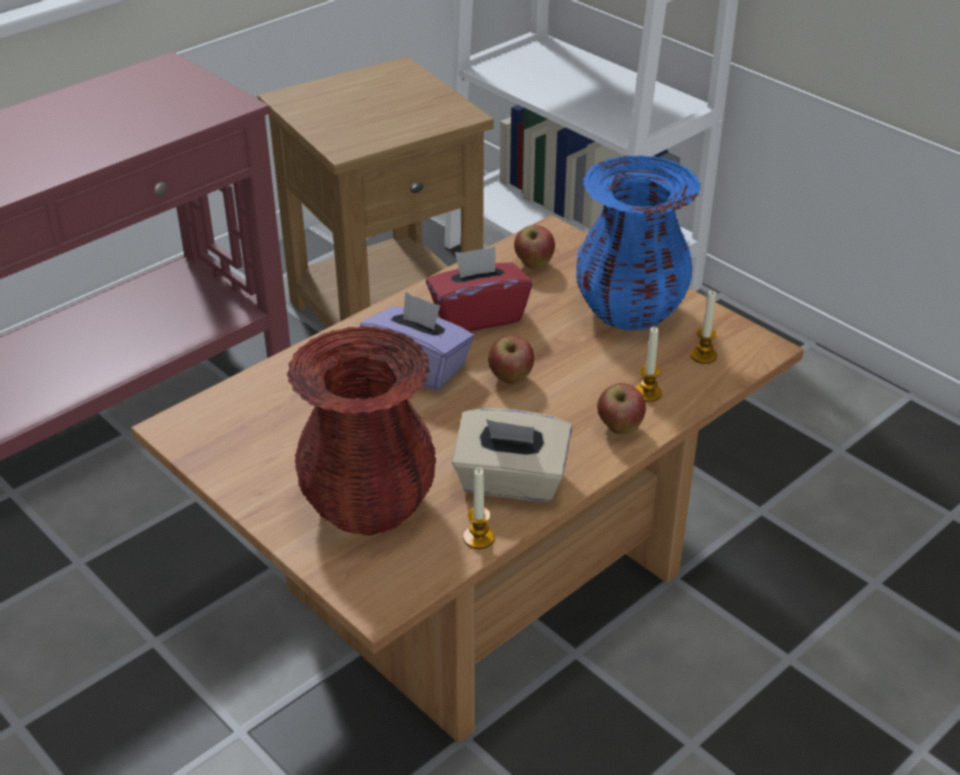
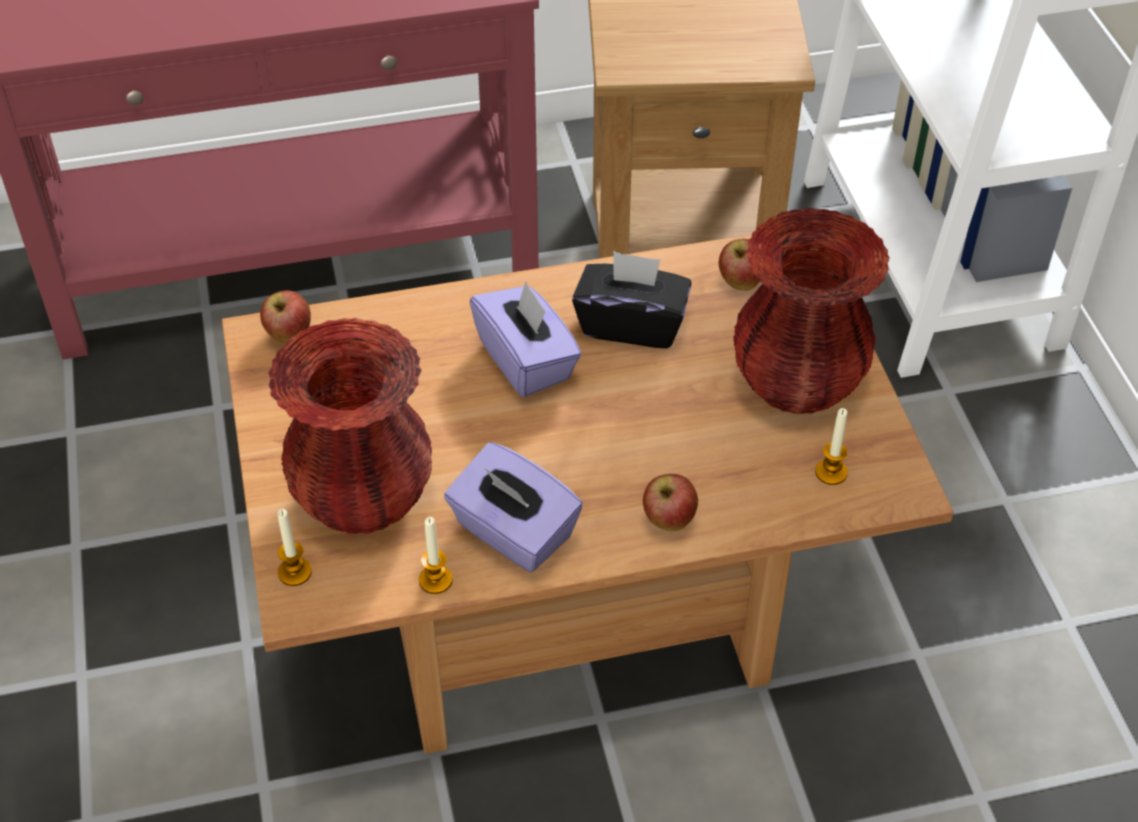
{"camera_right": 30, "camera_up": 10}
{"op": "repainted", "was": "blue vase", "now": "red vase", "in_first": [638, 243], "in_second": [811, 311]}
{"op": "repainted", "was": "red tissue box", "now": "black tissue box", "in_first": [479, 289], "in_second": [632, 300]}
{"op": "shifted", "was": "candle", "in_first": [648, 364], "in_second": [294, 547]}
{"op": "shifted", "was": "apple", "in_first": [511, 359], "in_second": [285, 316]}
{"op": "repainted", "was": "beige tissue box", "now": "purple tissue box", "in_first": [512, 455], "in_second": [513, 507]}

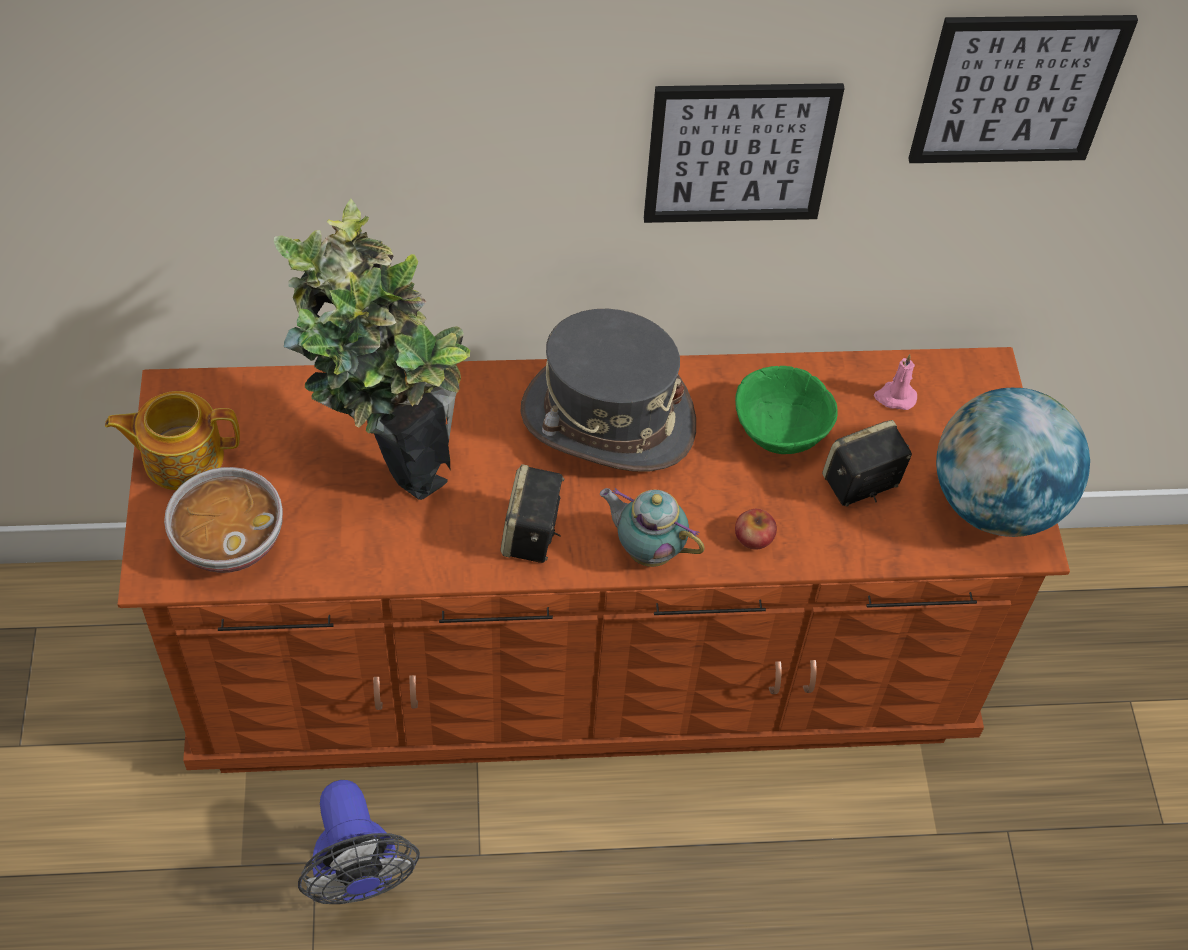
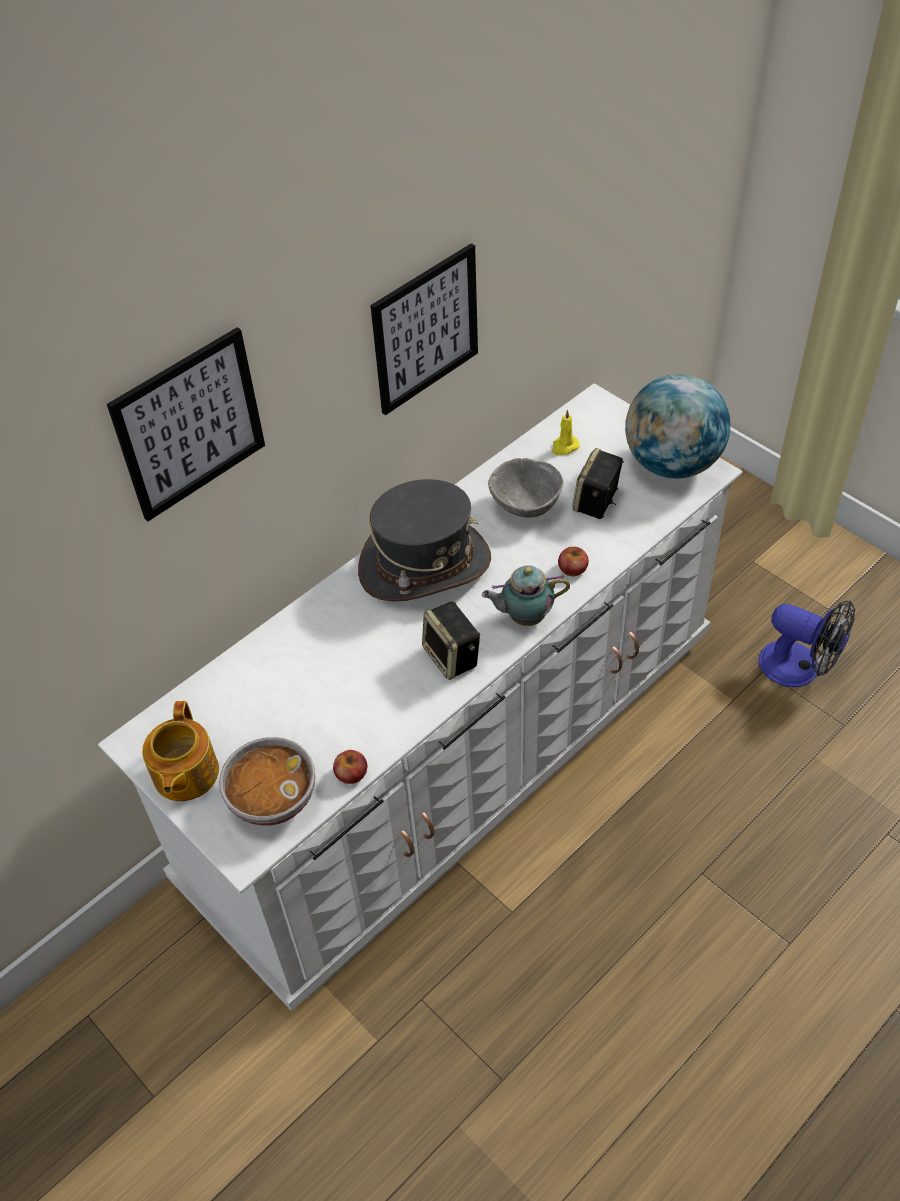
{"camera_right": -35, "camera_up": -5}
{"op": "shifted", "was": "picture", "in_first": [1023, 89], "in_second": [186, 424]}
{"op": "gone", "was": "potted plant", "in_first": [372, 349]}
{"op": "repainted", "was": "brown dresser", "now": "white dresser", "in_first": [594, 560], "in_second": [420, 697]}
{"op": "repainted", "was": "pink candle", "now": "yellow candle", "in_first": [895, 382], "in_second": [566, 432]}
{"op": "repainted", "was": "green bowl", "now": "grey bowl", "in_first": [786, 410], "in_second": [525, 488]}
{"op": "rotated", "was": "teapot", "in_first": [172, 440], "in_second": [180, 751], "clockwise": -45}
{"op": "shifted", "was": "fan", "in_first": [359, 842], "in_second": [807, 644]}
{"op": "new", "now": "apple", "in_second": [350, 767]}

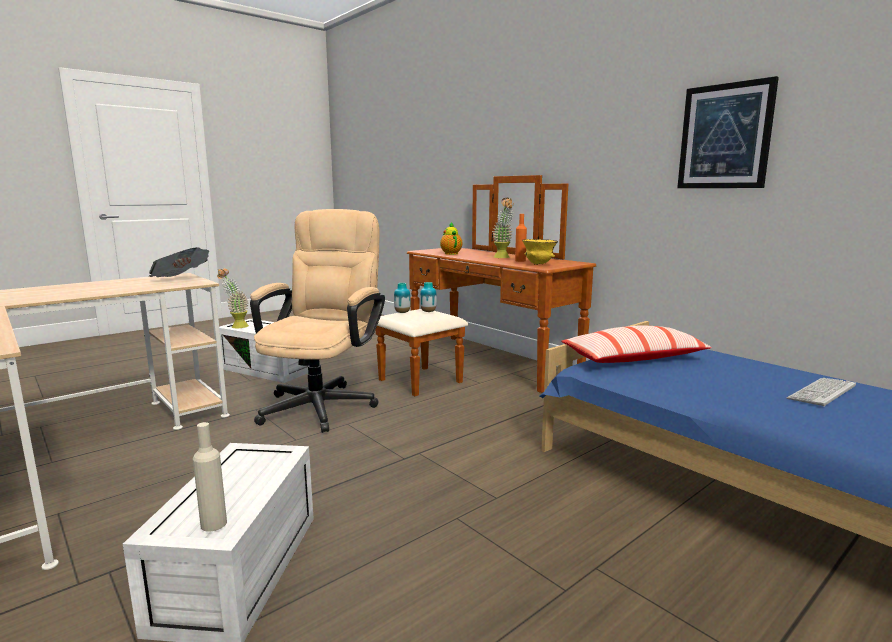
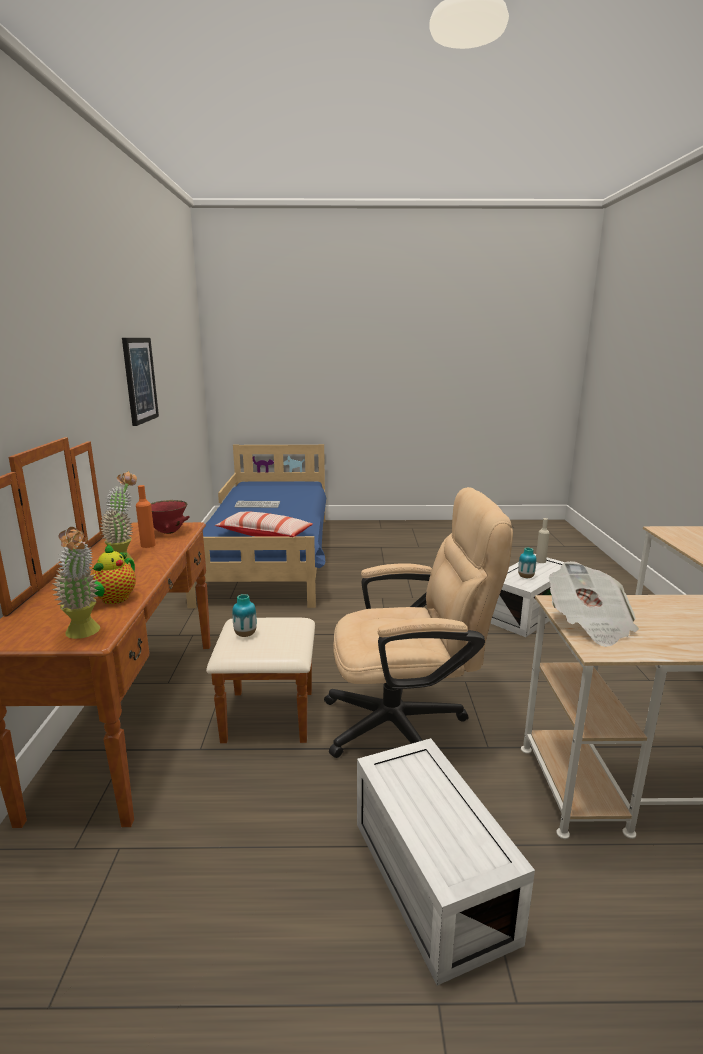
{"camera_right": -140, "camera_up": 5}
{"op": "rotated", "was": "beige office chair", "in_first": [317, 321], "in_second": [418, 622], "clockwise": -150}
{"op": "repainted", "was": "yellow bowl", "now": "red bowl", "in_first": [540, 252], "in_second": [170, 517]}
{"op": "shifted", "was": "potted plant", "in_first": [233, 298], "in_second": [75, 583]}
{"op": "shifted", "was": "vase", "in_first": [402, 298], "in_second": [527, 563]}

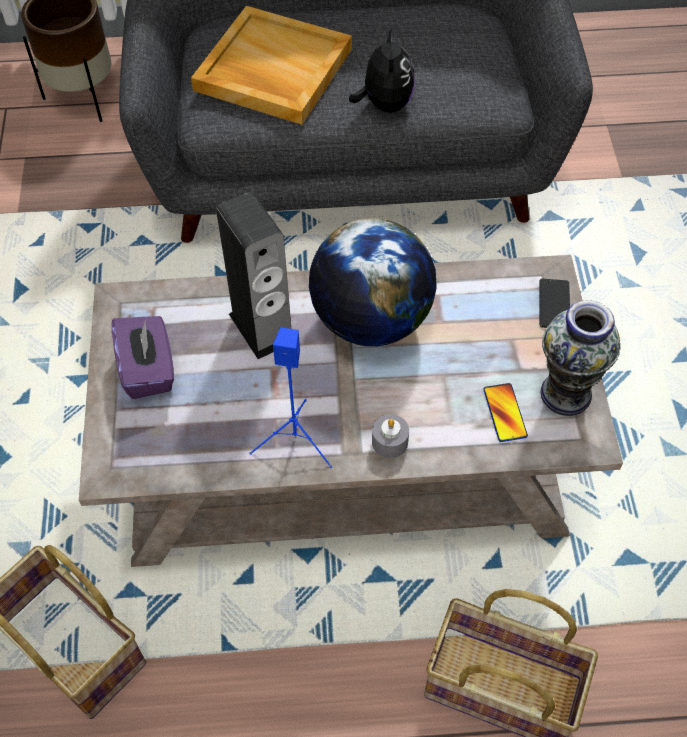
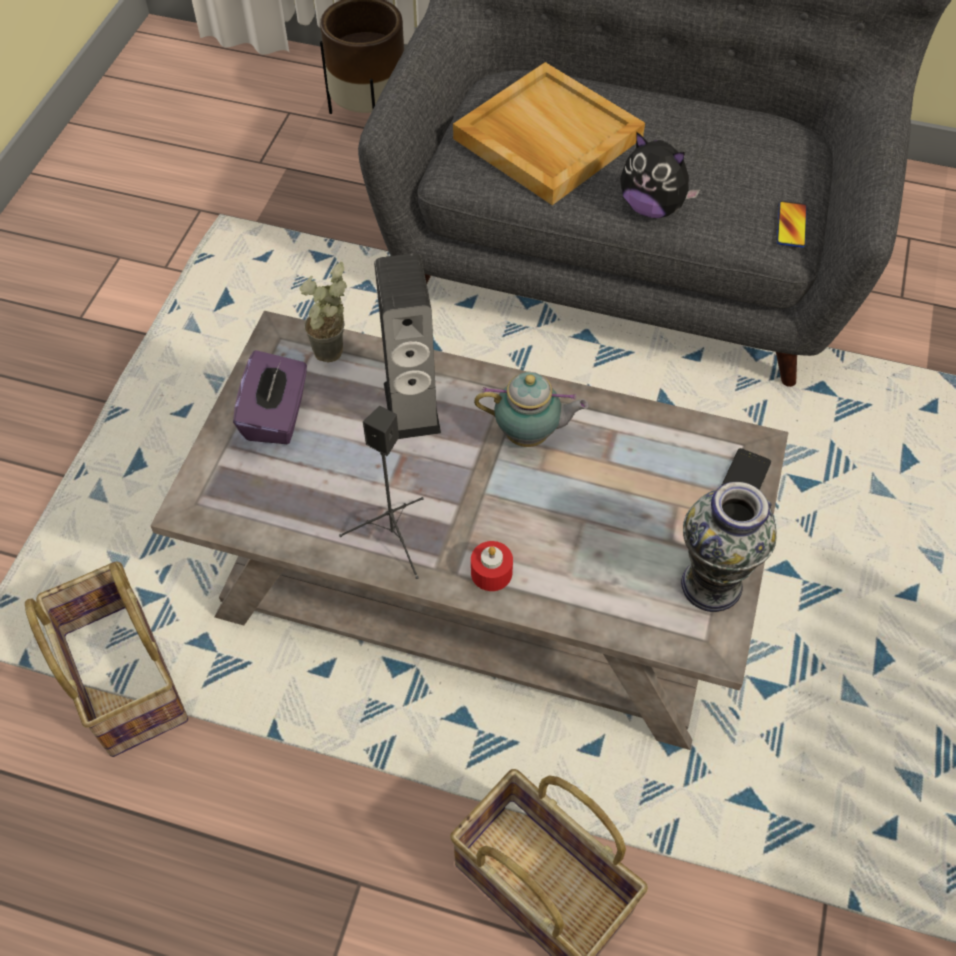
{"camera_right": 20, "camera_up": 0}
{"op": "rotated", "was": "plush toy", "in_first": [382, 70], "in_second": [660, 175], "clockwise": 105}
{"op": "swapped", "was": "globe", "now": "teapot", "in_first": [373, 282], "in_second": [531, 409]}
{"op": "repainted", "was": "blue speaker", "now": "black speaker", "in_first": [290, 397], "in_second": [381, 492]}
{"op": "shifted", "was": "phone", "in_first": [505, 412], "in_second": [792, 224]}
{"op": "repainted", "was": "grey candle", "now": "red candle", "in_first": [390, 436], "in_second": [492, 566]}
{"op": "new", "now": "potted plant", "in_second": [323, 312]}

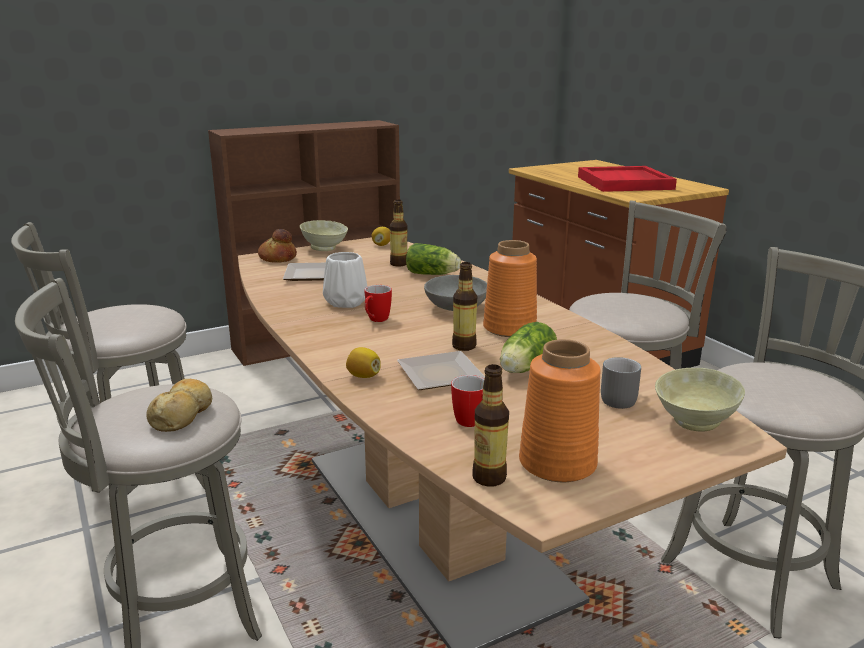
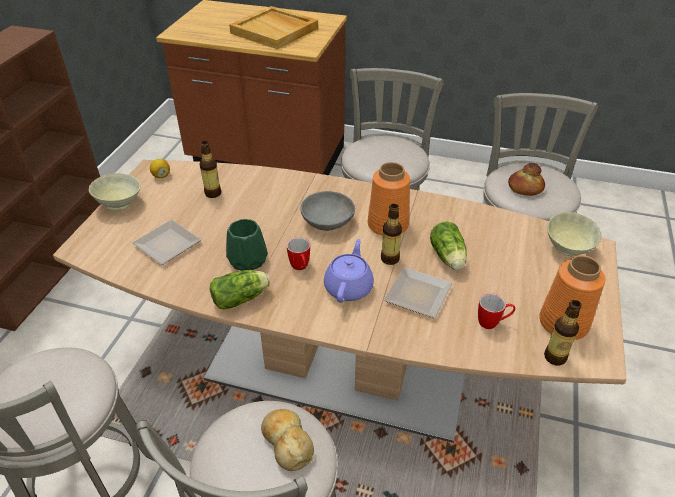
{"camera_right": -45, "camera_up": 20}
{"op": "repainted", "was": "red tray", "now": "beige tray", "in_first": [627, 179], "in_second": [273, 27]}
{"op": "shifted", "was": "bread", "in_first": [277, 246], "in_second": [526, 179]}
{"op": "shifted", "was": "lettuce", "in_first": [433, 259], "in_second": [240, 289]}
{"op": "repainted", "was": "white vase", "now": "green vase", "in_first": [345, 280], "in_second": [247, 245]}
{"op": "gone", "was": "lemon", "in_first": [363, 362]}
{"op": "gone", "was": "grey mug", "in_first": [621, 383]}
{"op": "new", "now": "purple teapot", "in_second": [349, 271]}

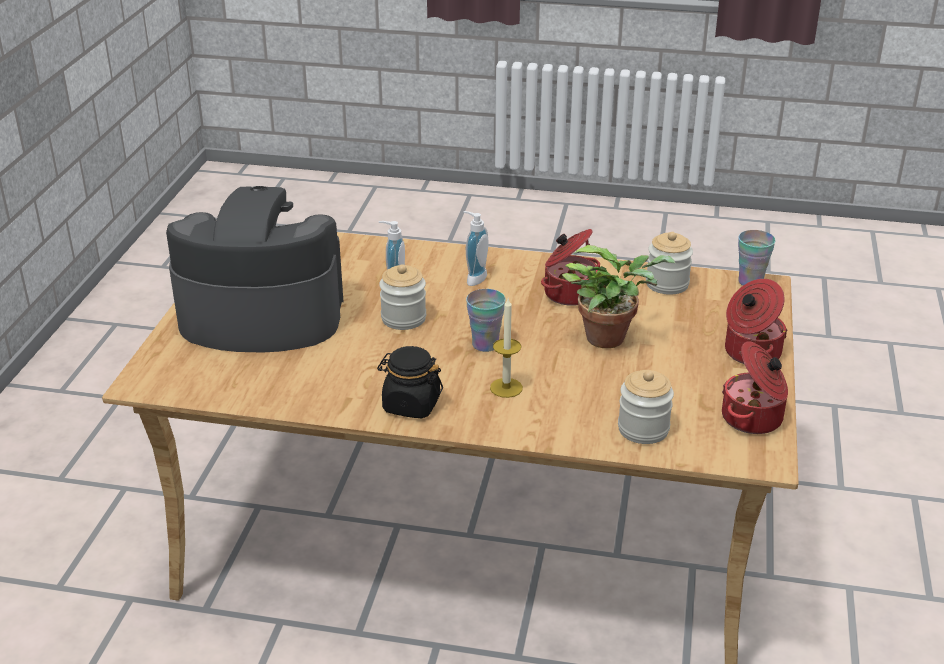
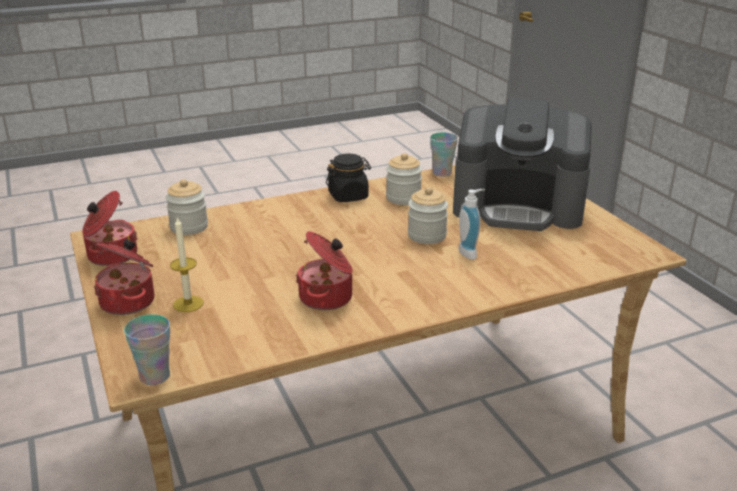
{"camera_right": 145, "camera_up": -5}
{"op": "rotated", "was": "coffee machine", "in_first": [254, 269], "in_second": [522, 164], "clockwise": 45}
{"op": "gone", "was": "soap dispenser", "in_first": [476, 248]}
{"op": "shifted", "was": "jar", "in_first": [669, 263], "in_second": [404, 179]}
{"op": "gone", "was": "potted plant", "in_first": [618, 296]}
{"op": "shifted", "was": "cup", "in_first": [486, 320], "in_second": [444, 154]}
{"op": "shifted", "was": "candle", "in_first": [506, 348], "in_second": [187, 264]}

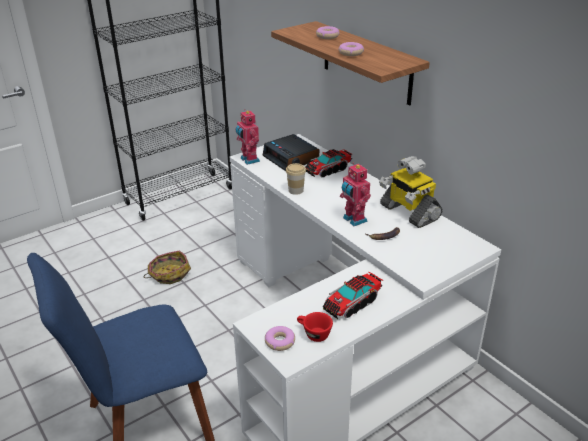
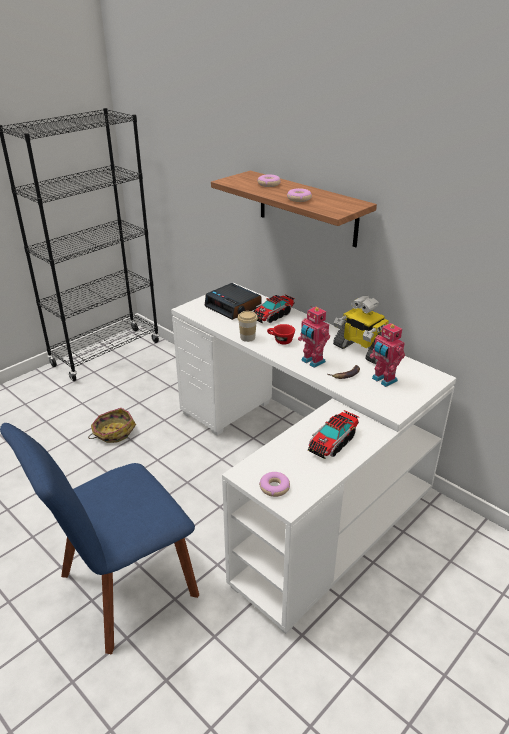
{"camera_right": -10, "camera_up": 0}
{"op": "shifted", "was": "toy robot", "in_first": [248, 137], "in_second": [387, 354]}
{"op": "shifted", "was": "red cup", "in_first": [315, 327], "in_second": [281, 334]}

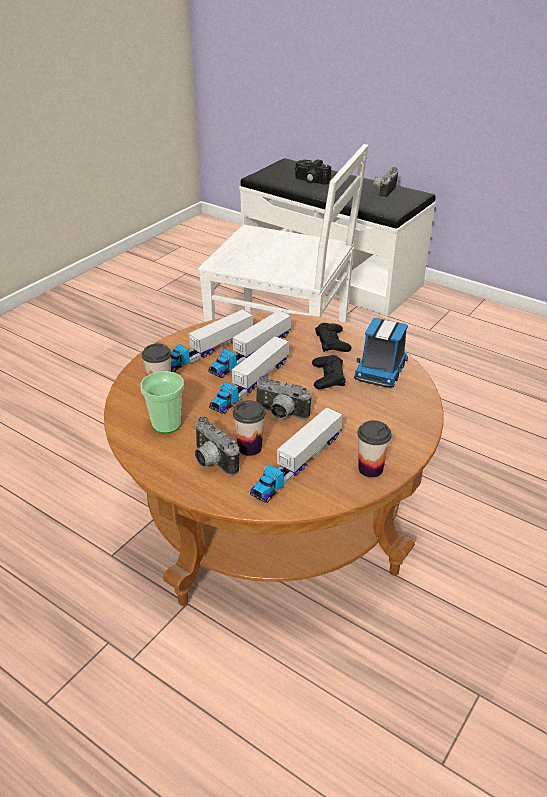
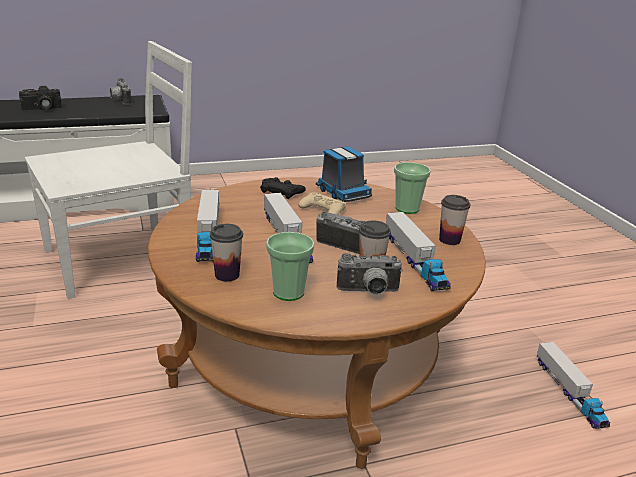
{"camera_right": -55, "camera_up": -10}
{"op": "shifted", "was": "toy truck", "in_first": [249, 344], "in_second": [573, 385]}
{"op": "repainted", "was": "black game controller", "now": "beige game controller", "in_first": [329, 372], "in_second": [322, 203]}
{"op": "rotated", "was": "photo camera", "in_first": [283, 397], "in_second": [340, 233], "clockwise": -120}
{"op": "new", "now": "cup", "in_second": [412, 188]}

